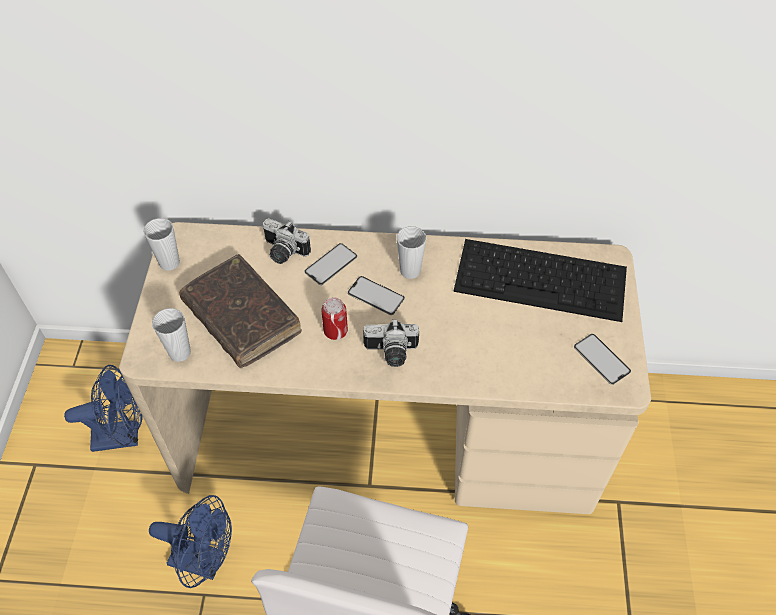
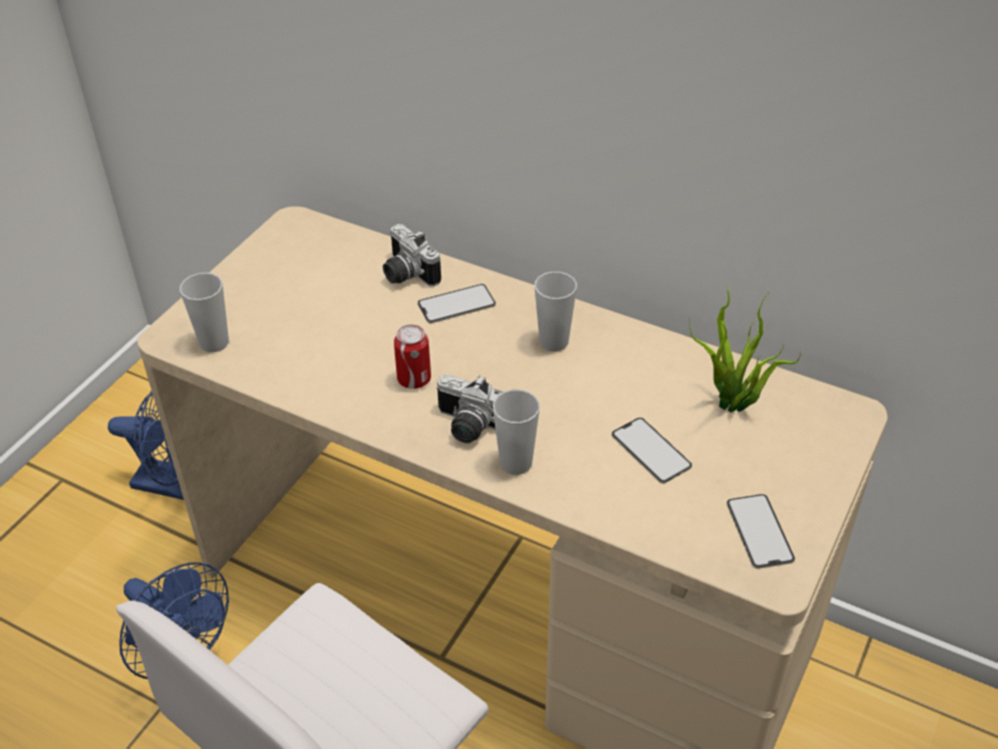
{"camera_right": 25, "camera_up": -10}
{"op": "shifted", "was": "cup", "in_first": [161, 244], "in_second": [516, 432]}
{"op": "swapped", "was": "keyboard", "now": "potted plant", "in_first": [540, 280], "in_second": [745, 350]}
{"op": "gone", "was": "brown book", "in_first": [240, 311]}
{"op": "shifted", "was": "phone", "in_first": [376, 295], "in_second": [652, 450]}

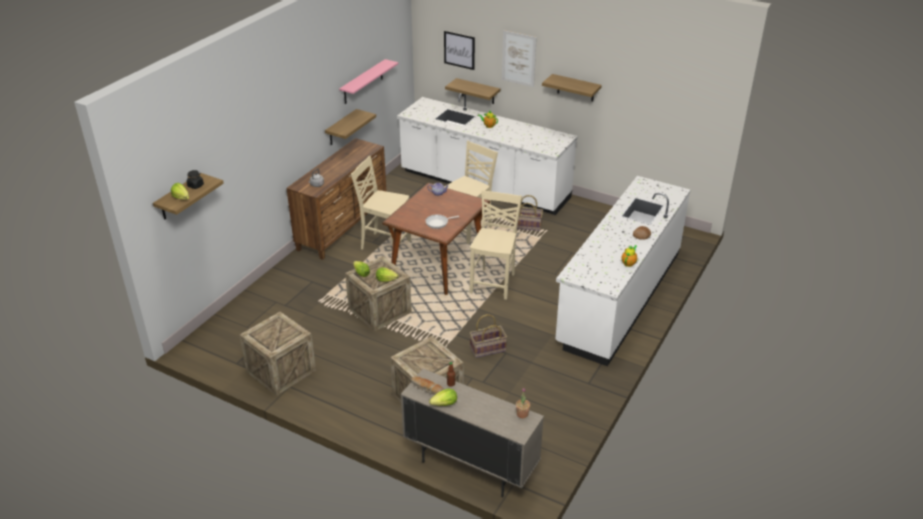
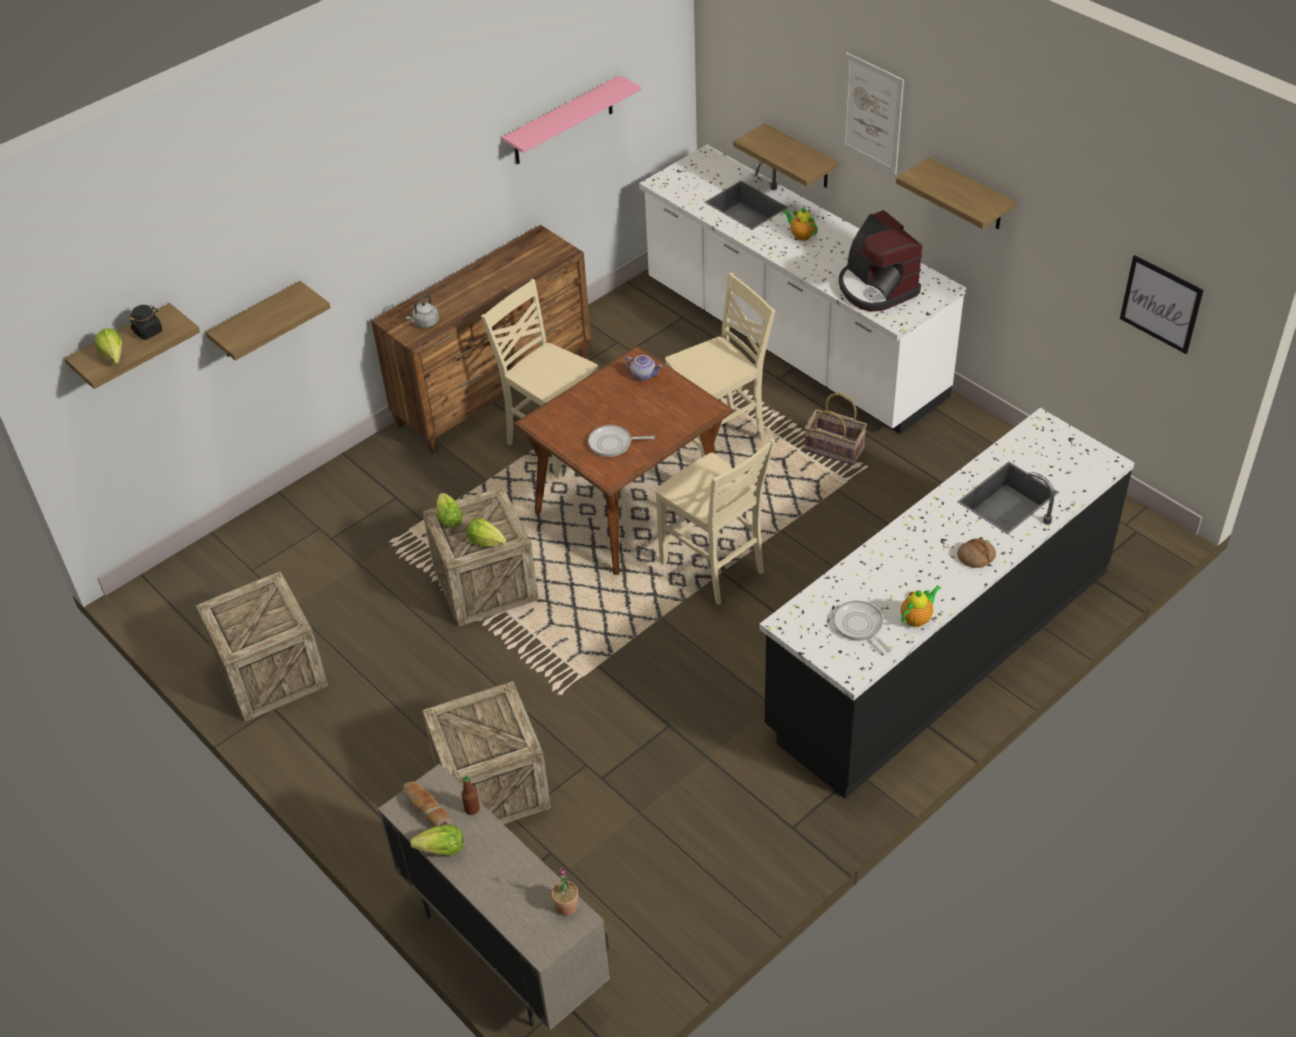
{"camera_right": 20, "camera_up": 10}
{"op": "shifted", "was": "picture", "in_first": [459, 50], "in_second": [1162, 304]}
{"op": "shifted", "was": "shelf", "in_first": [350, 127], "in_second": [268, 321]}
{"op": "repainted", "was": "white counter", "now": "black counter", "in_first": [623, 271], "in_second": [947, 603]}
{"op": "rotated", "was": "beige chair", "in_first": [496, 245], "in_second": [715, 521], "clockwise": 105}
{"op": "gone", "was": "basket", "in_first": [488, 336]}
{"op": "new", "now": "coffee machine", "in_second": [880, 261]}
{"op": "new", "now": "frying pan", "in_second": [862, 627]}

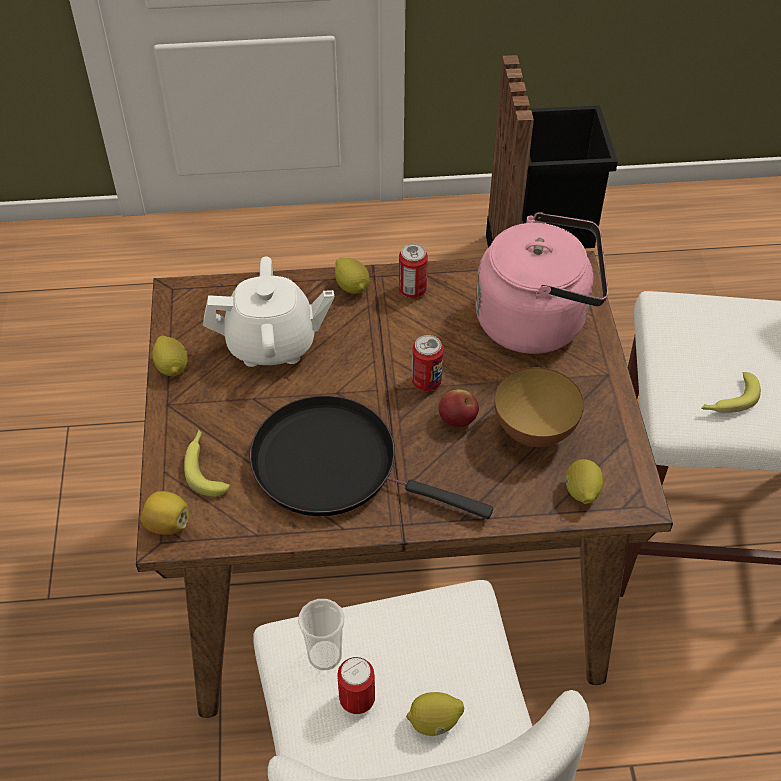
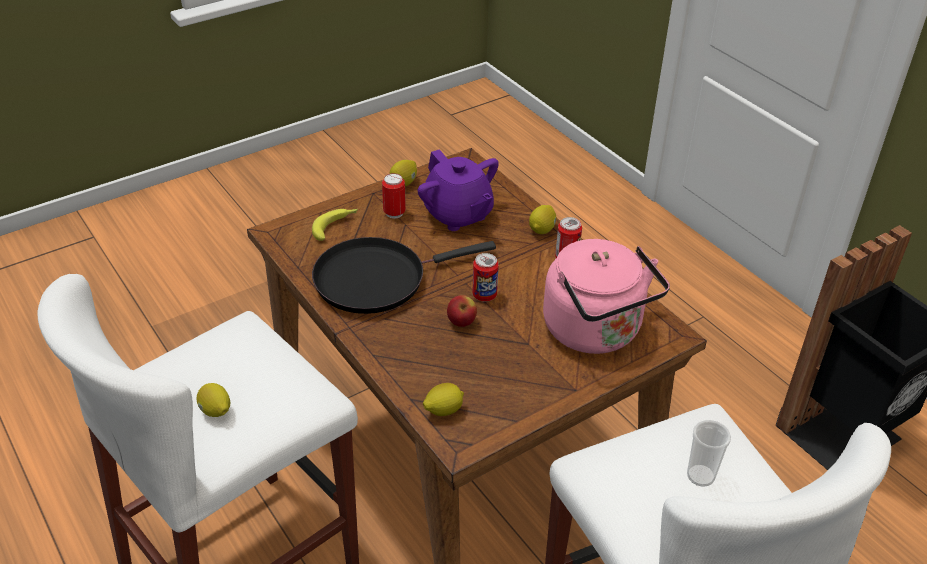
{"camera_right": 60, "camera_up": -10}
{"op": "repainted", "was": "white teapot", "now": "purple teapot", "in_first": [268, 311], "in_second": [458, 190]}
{"op": "gone", "was": "bowl", "in_first": [539, 407]}
{"op": "gone", "was": "banana", "in_first": [731, 392]}
{"op": "rotated", "was": "black frying pan", "in_first": [371, 457], "in_second": [404, 275], "clockwise": -105}
{"op": "gone", "was": "lemon", "in_first": [165, 513]}
{"op": "shifted", "was": "cup", "in_first": [321, 634], "in_second": [709, 453]}
{"op": "shifted", "was": "can", "in_first": [356, 685], "in_second": [394, 195]}

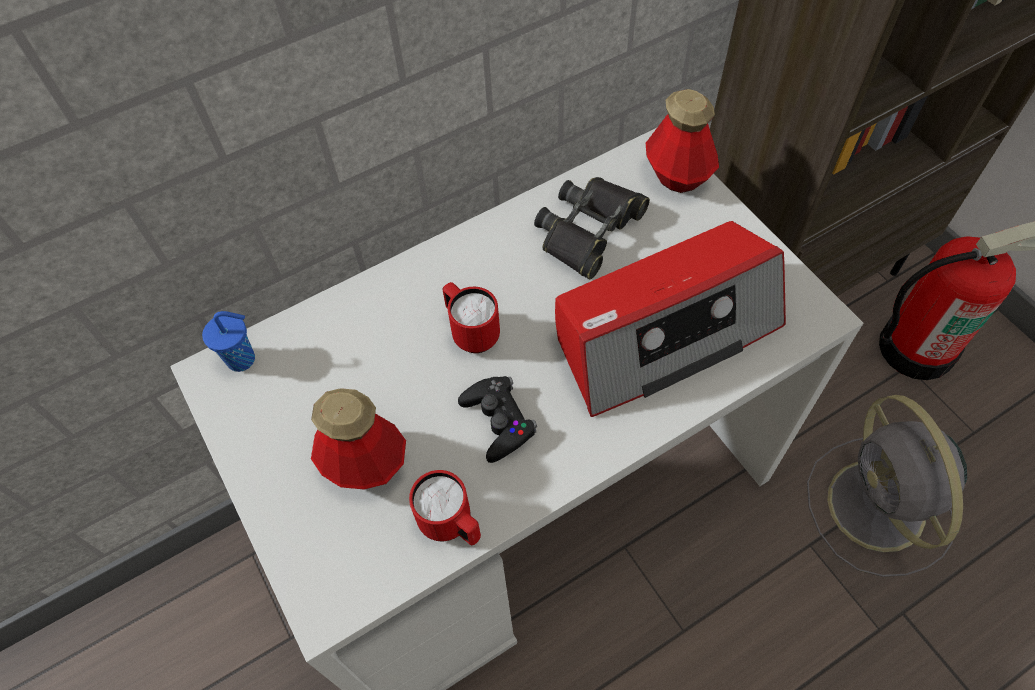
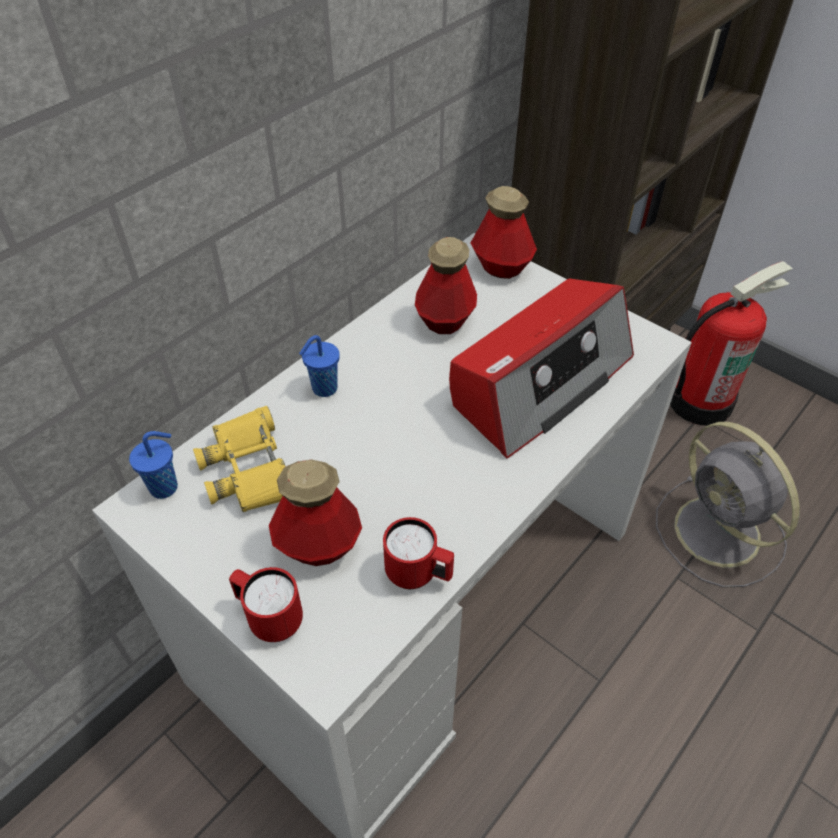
{"camera_right": -20, "camera_up": -10}
{"op": "swapped", "was": "black binoculars", "now": "bottle", "in_first": [592, 228], "in_second": [446, 285]}
{"op": "shifted", "was": "red mug", "in_first": [471, 317], "in_second": [266, 604]}
{"op": "gone", "was": "black game controller", "in_first": [497, 419]}
{"op": "new", "now": "blue cup", "in_second": [319, 366]}
{"op": "new", "now": "yellow binoculars", "in_second": [239, 459]}

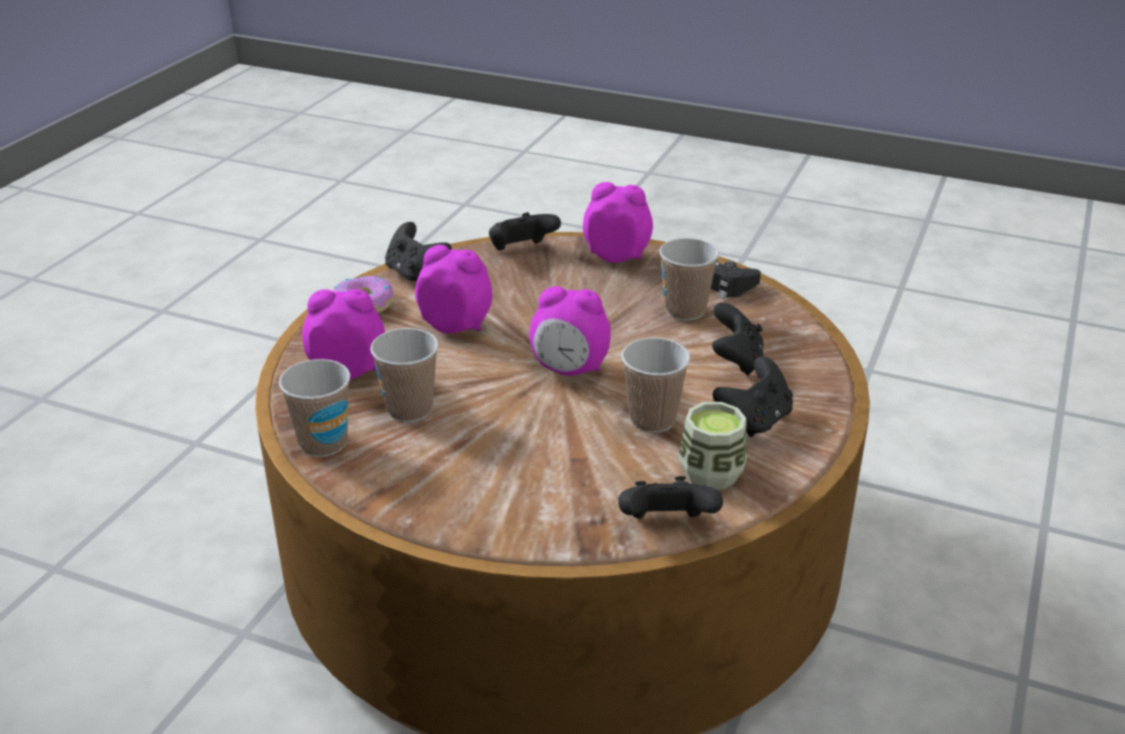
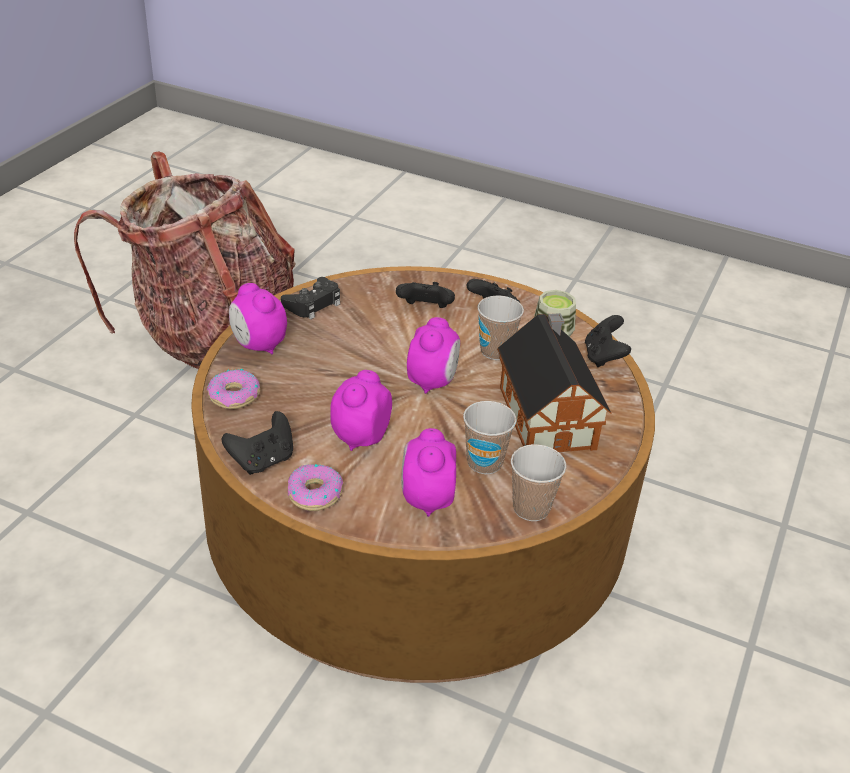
{"camera_right": -90, "camera_up": 5}
{"op": "rotated", "was": "alarm clock", "in_first": [618, 222], "in_second": [258, 319], "clockwise": -60}
{"op": "swapped", "was": "black game controller", "now": "donut", "in_first": [525, 231], "in_second": [233, 389]}
{"op": "gone", "was": "cup", "in_first": [689, 279]}
{"op": "new", "now": "backpack", "in_second": [185, 260]}
{"op": "new", "now": "toy house", "in_second": [554, 382]}

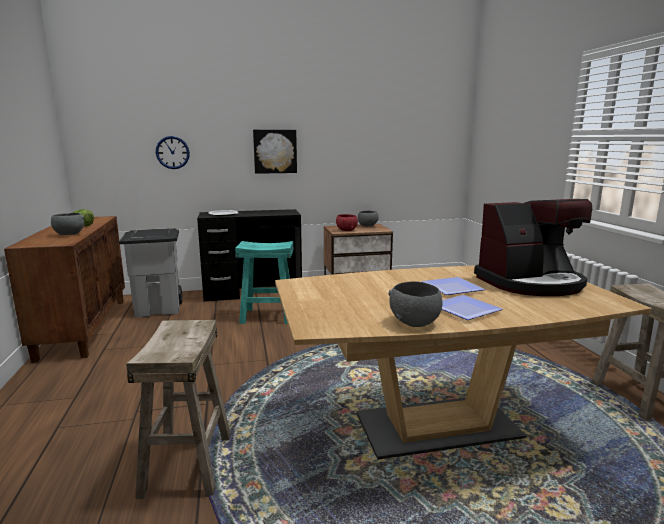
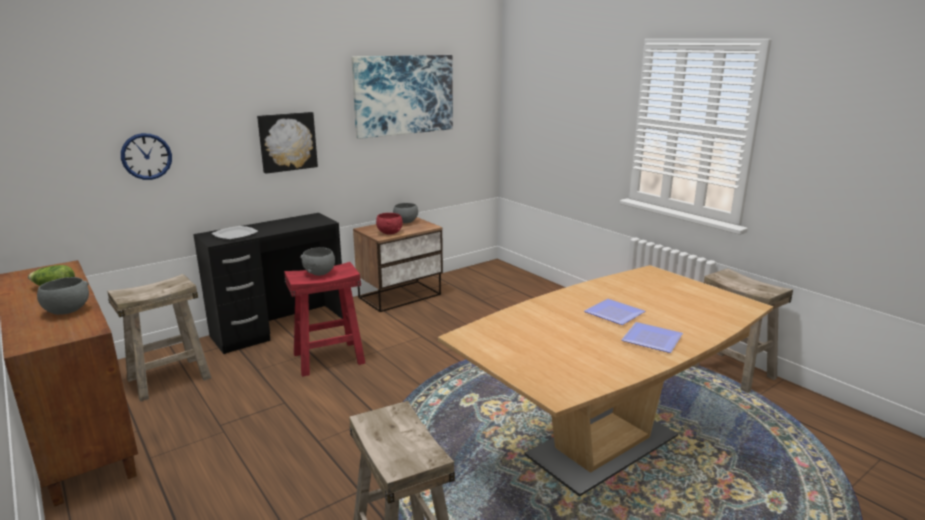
{"camera_right": -25, "camera_up": 5}
{"op": "gone", "was": "coffee machine", "in_first": [533, 247]}
{"op": "swapped", "was": "grey trash can", "now": "beige stool", "in_first": [150, 272], "in_second": [159, 338]}
{"op": "repainted", "was": "turquoise stool", "now": "red stool", "in_first": [264, 282], "in_second": [325, 319]}
{"op": "shifted", "was": "grey bowl", "in_first": [415, 304], "in_second": [317, 261]}
{"op": "new", "now": "picture", "in_second": [402, 97]}

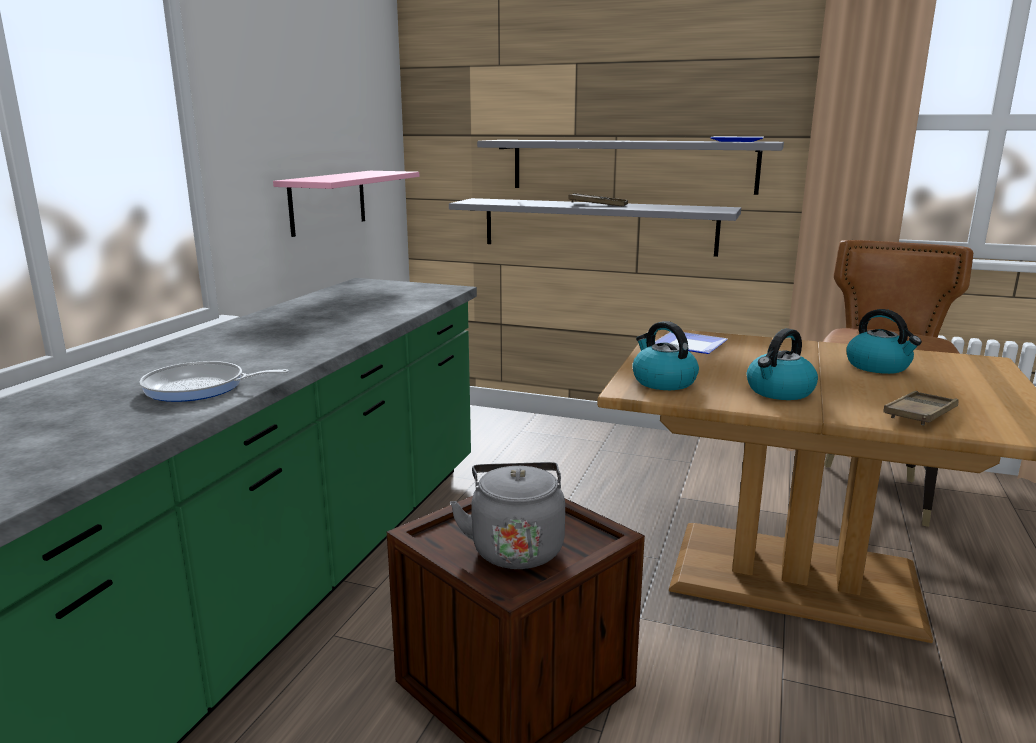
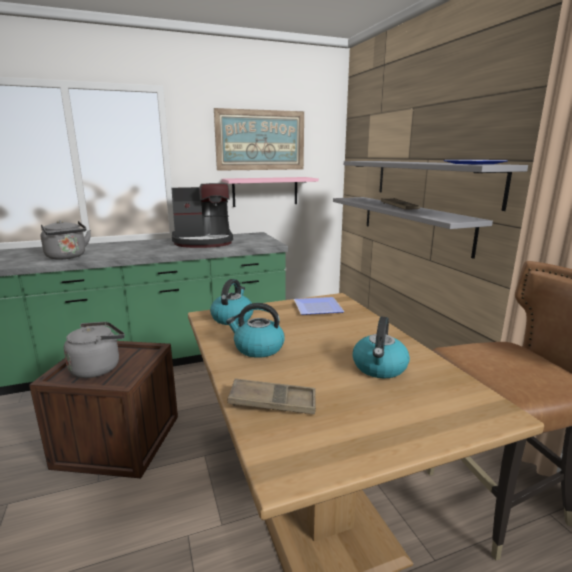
{"camera_right": 50, "camera_up": 0}
{"op": "swapped", "was": "frying pan", "now": "grey kettle", "in_first": [214, 381], "in_second": [65, 240]}
{"op": "new", "now": "picture", "in_second": [259, 139]}
{"op": "new", "now": "coffee machine", "in_second": [202, 215]}

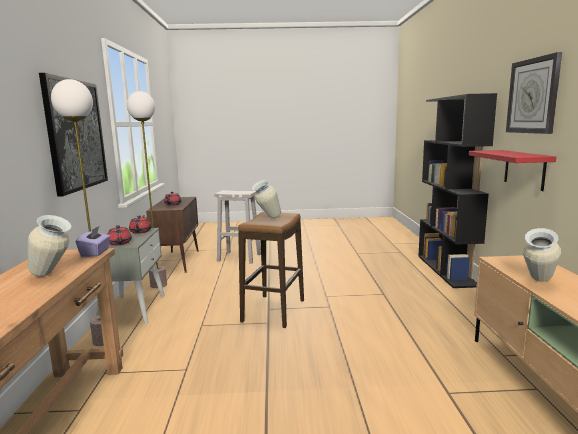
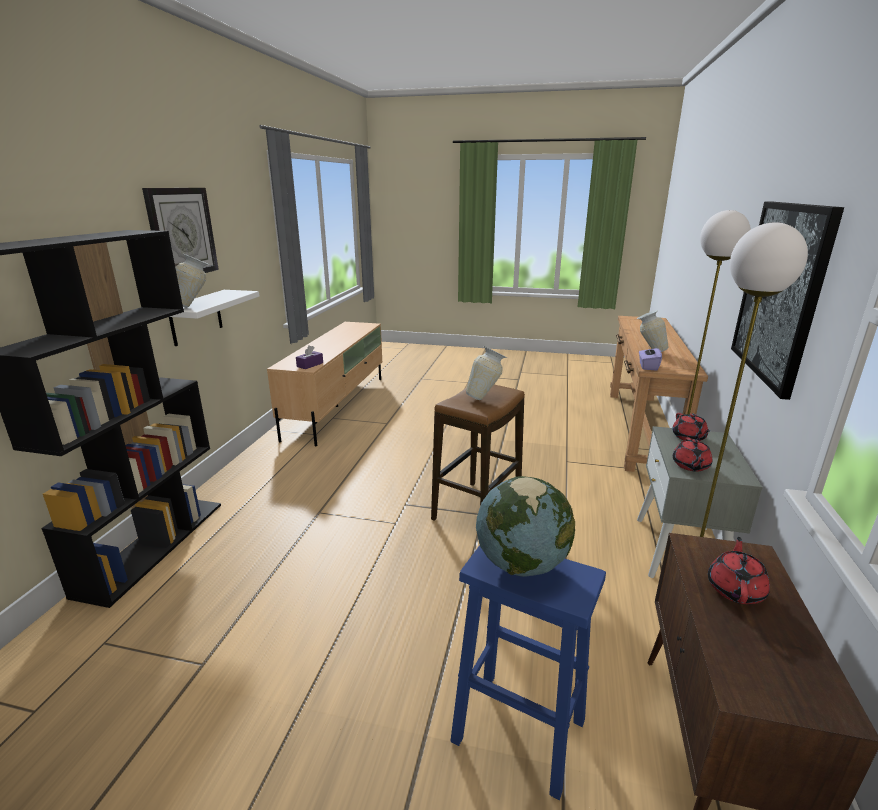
{"camera_right": -165, "camera_up": 10}
{"op": "repainted", "was": "red shelf", "now": "white shelf", "in_first": [512, 170], "in_second": [214, 318]}
{"op": "repainted", "was": "white stool", "now": "blue stool", "in_first": [237, 227], "in_second": [528, 672]}
{"op": "shifted", "was": "vase", "in_first": [541, 255], "in_second": [192, 281]}
{"op": "new", "now": "purple tissue box", "in_second": [309, 357]}
{"op": "new", "now": "globe", "in_second": [525, 526]}

